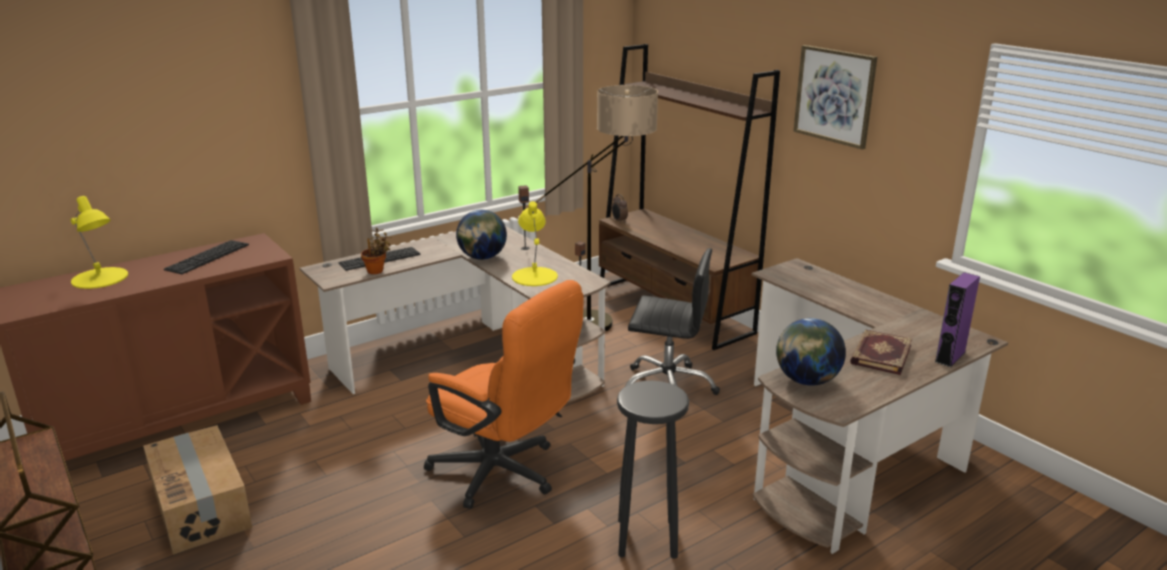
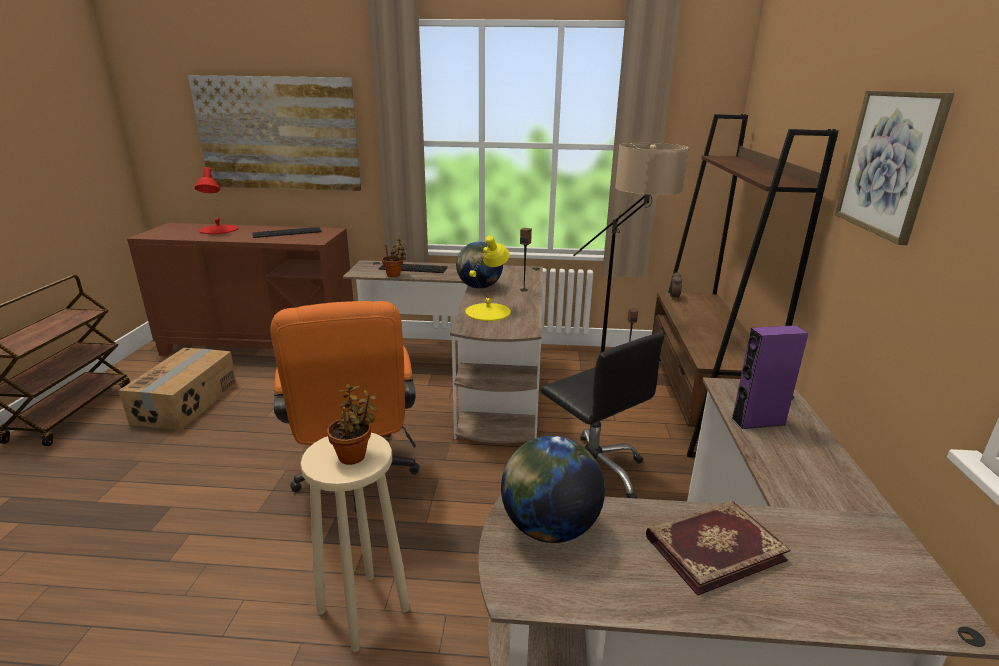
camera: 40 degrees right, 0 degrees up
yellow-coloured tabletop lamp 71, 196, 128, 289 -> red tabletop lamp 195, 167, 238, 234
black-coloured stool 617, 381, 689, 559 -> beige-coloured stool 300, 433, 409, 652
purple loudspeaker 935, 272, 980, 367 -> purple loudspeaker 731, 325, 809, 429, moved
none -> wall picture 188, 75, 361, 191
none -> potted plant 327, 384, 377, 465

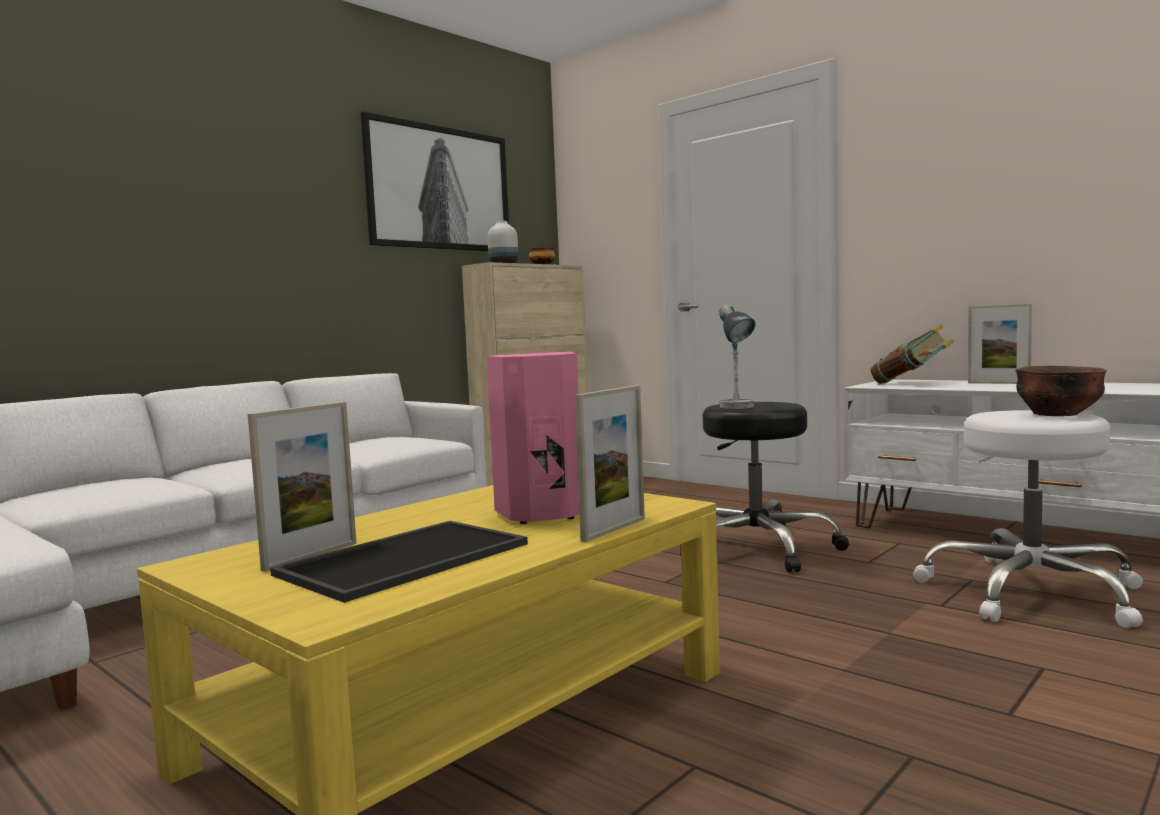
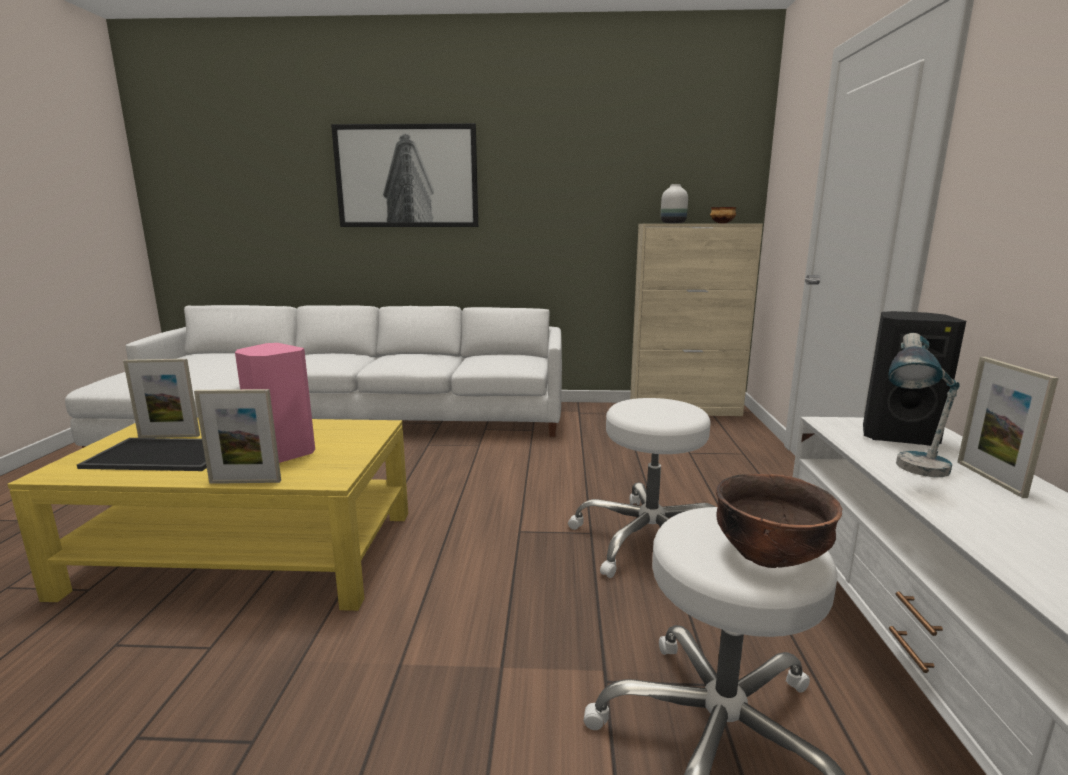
camera: 50 degrees right, 10 degrees up
wall picture 360, 111, 509, 251 -> wall picture 331, 123, 478, 227, moved
black-coloured stool 703, 402, 849, 572 -> whitish stool 568, 398, 715, 578
tabletop lamp 719, 305, 756, 409 -> tabletop lamp 889, 333, 959, 477, moved
bound book 870, 324, 953, 384 -> black-coloured loudspeaker 863, 311, 966, 446

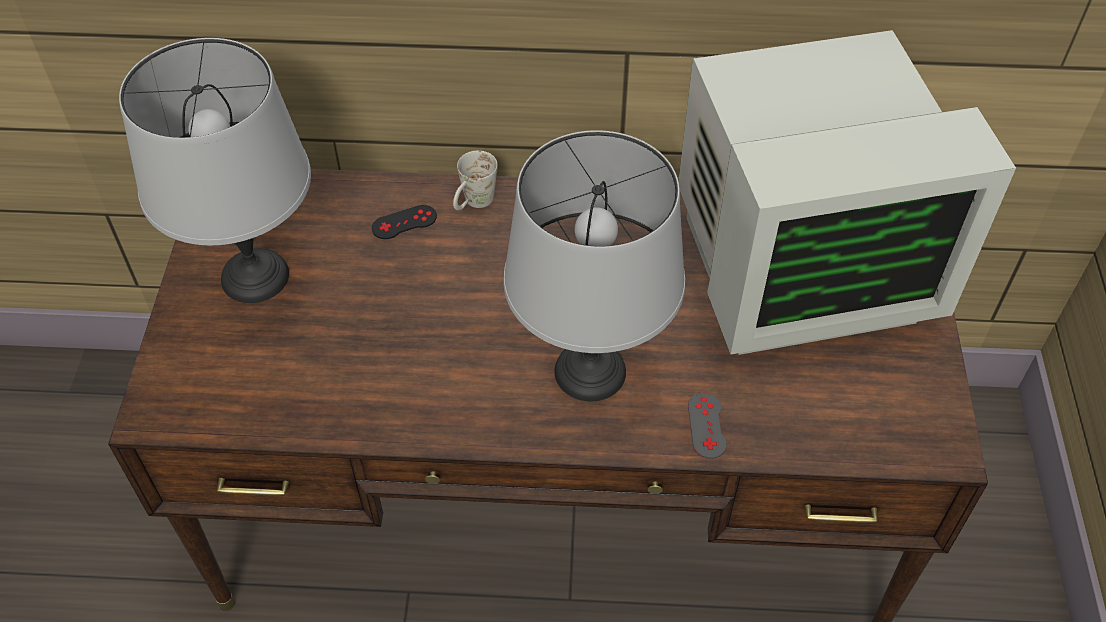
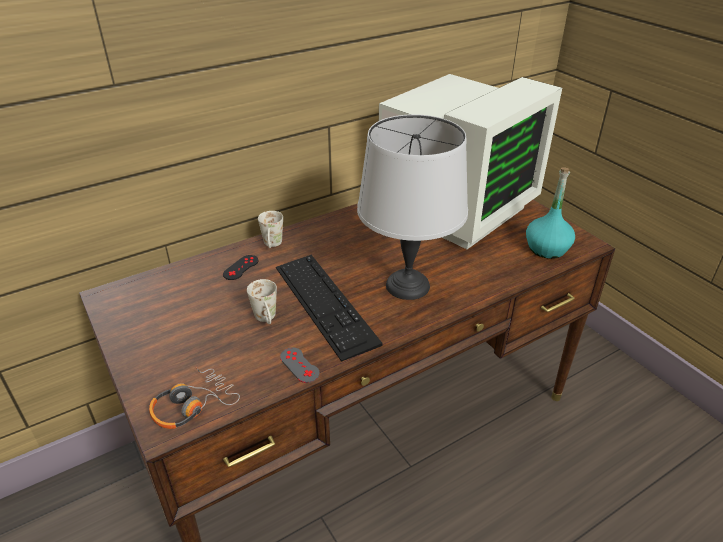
camera: 35 degrees left, 15 degrees down
gray tabletop lamp 119, 38, 311, 303 -> none
gray game controller 688, 393, 727, 459 -> gray game controller 280, 348, 320, 383, moved
none -> headphones 149, 367, 240, 429
none -> whitish coffee mug 247, 279, 277, 324
none -> computer keyboard 276, 255, 382, 362
none -> blue-green beverage bottle 526, 167, 575, 259

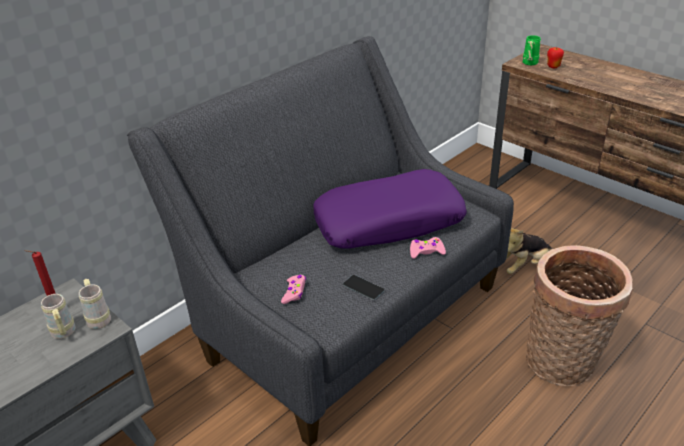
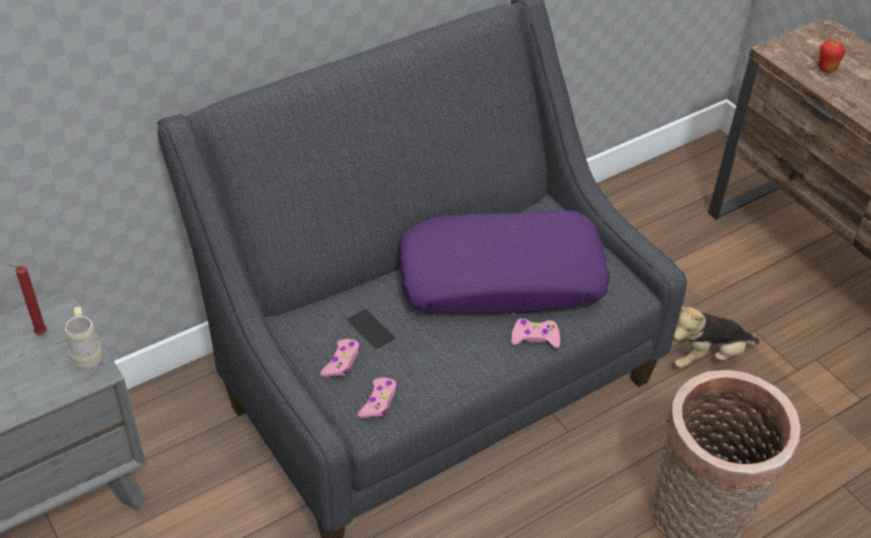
camera: 10 degrees right, 10 degrees up
beige-coloured coffee mug 41, 294, 76, 339 -> none
handset 343, 275, 384, 300 -> handset 347, 309, 396, 350, moved
greenish coffee mug 523, 35, 541, 65 -> none
none -> pink-coloured game controller 358, 378, 398, 419

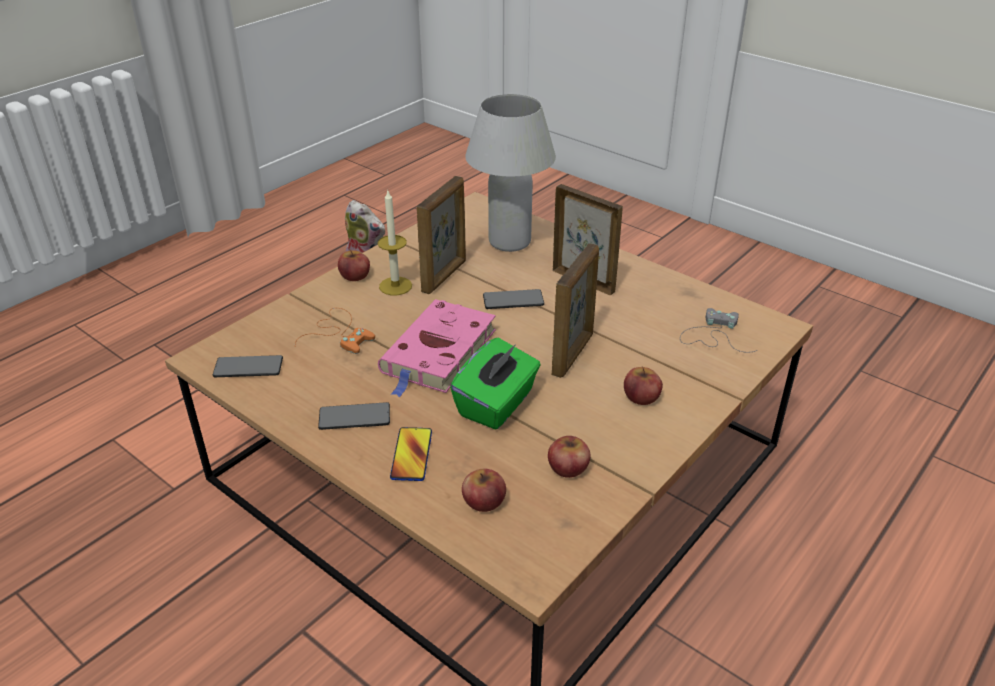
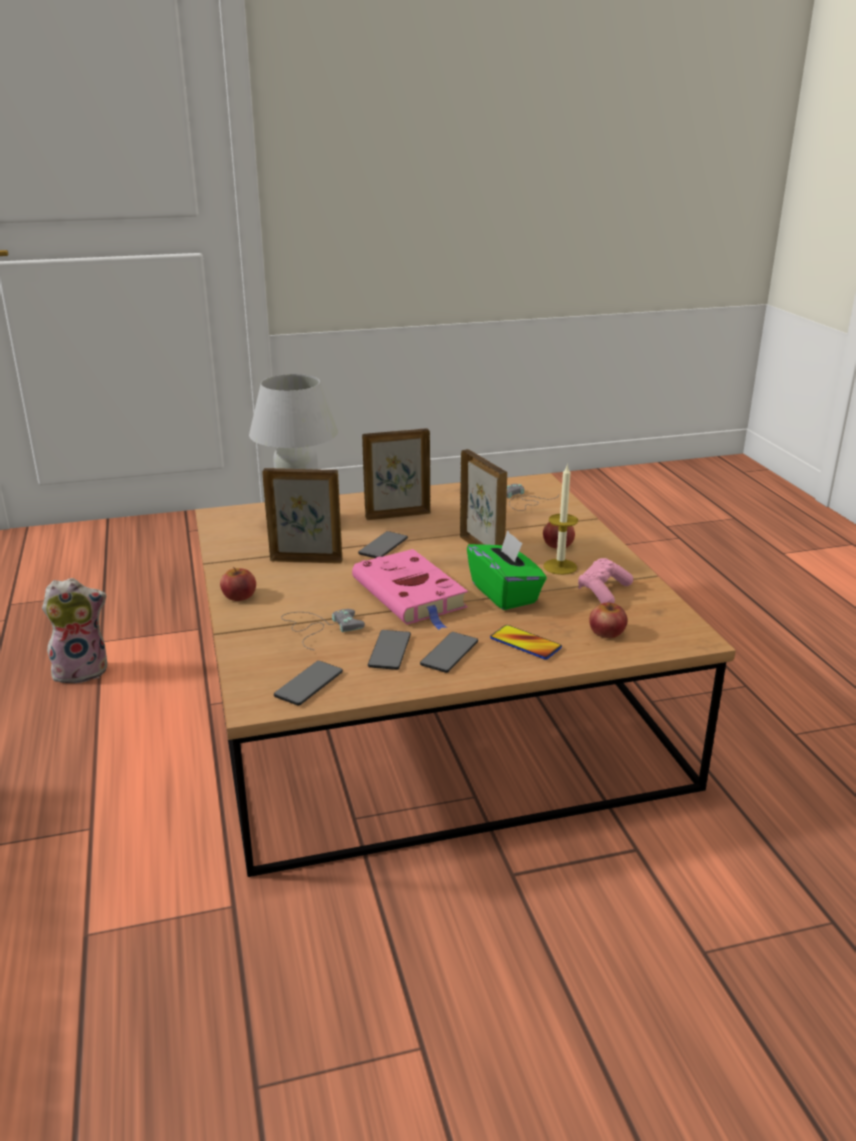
camera: 55 degrees left, 10 degrees down
orange-coloured game controller 295, 308, 375, 354 -> gray game controller 281, 609, 365, 650
wax candle 378, 189, 412, 295 -> wax candle 543, 464, 578, 575, moved
photo frame 417, 176, 466, 294 -> photo frame 262, 468, 342, 564, 60 degrees counterclockwise
apple 548, 436, 590, 478 -> pink-coloured game controller 578, 558, 633, 604
none -> handset 368, 630, 411, 670

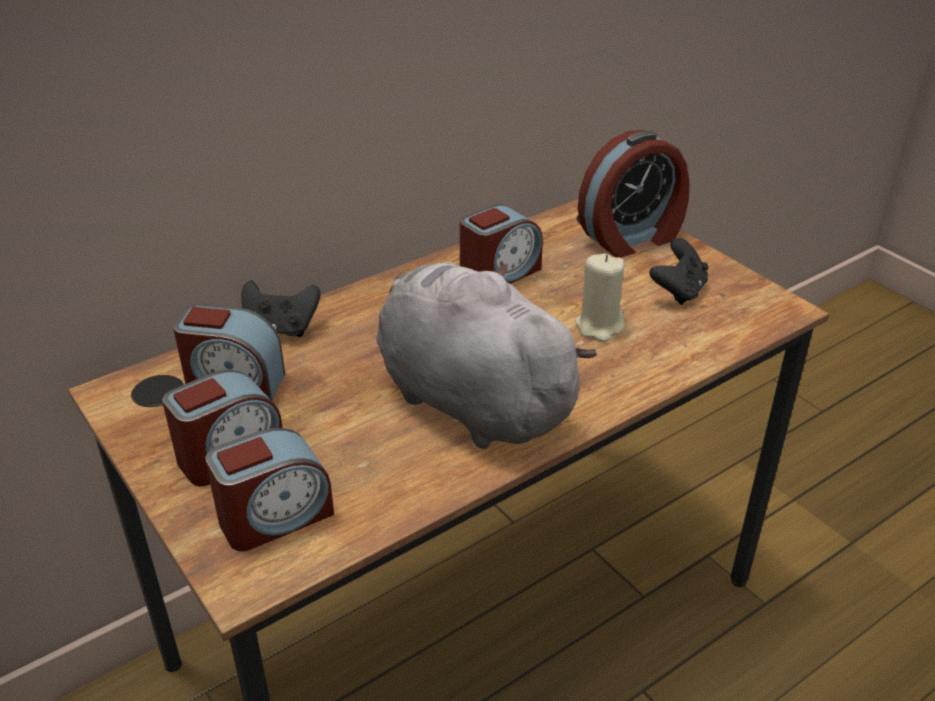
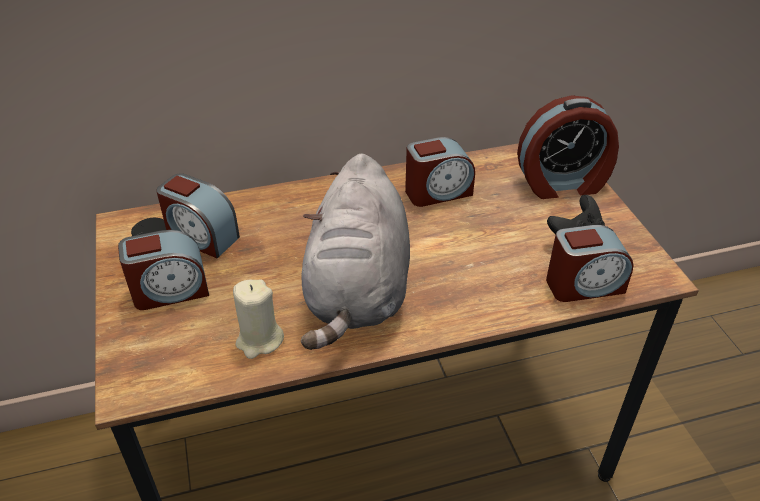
camera: 20 degrees right, 5 degrees up
table clock 205, 428, 334, 551 -> table clock 546, 225, 634, 302, moved
black-coloured game controller 241, 280, 321, 337 -> none
gray soft toy 376, 262, 597, 449 -> gray soft toy 301, 154, 410, 350, 150 degrees counterclockwise
beige-coloured wax candle 575, 253, 625, 342 -> beige-coloured wax candle 233, 280, 284, 359, moved

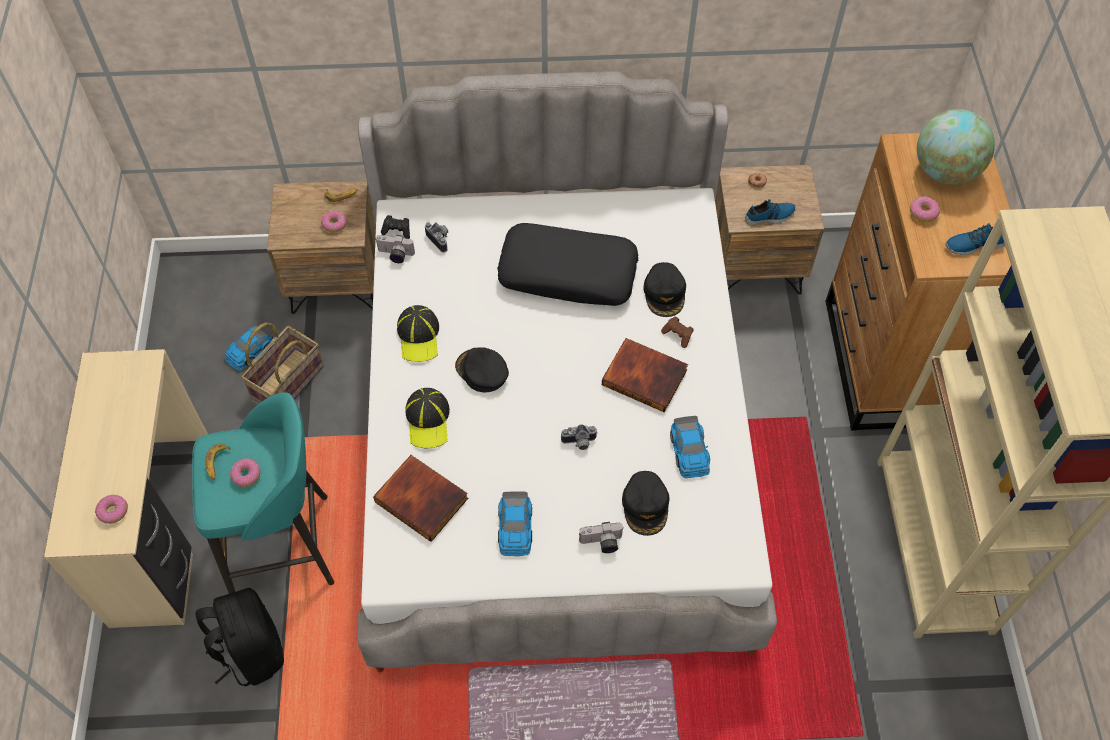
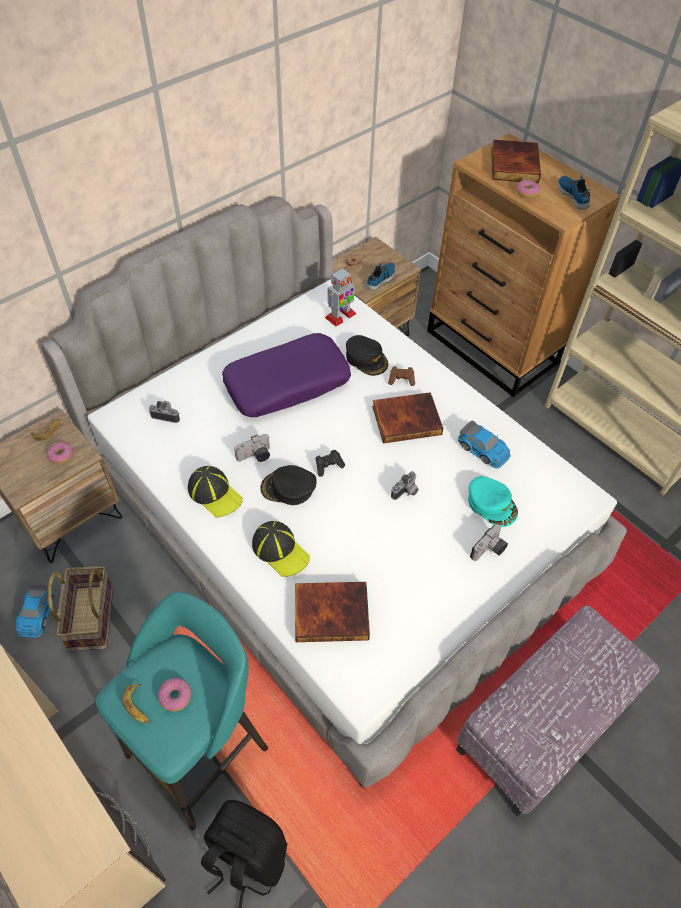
camera: 40 degrees left, 5 degrees down
donut 95, 495, 128, 524 -> none
photo camera 376, 235, 415, 263 -> photo camera 234, 434, 270, 462, moved
black-coloured game controller 381, 215, 410, 239 -> black-coloured game controller 315, 450, 345, 477, moved
black-coloured cushion 497, 223, 638, 306 -> purple cushion 222, 333, 351, 417
toy car 498, 491, 532, 556 -> none
black-coloured peaked cap 622, 471, 670, 536 -> blue-green peaked cap 468, 476, 518, 527
globe 917, 109, 995, 185 -> bound book 491, 140, 541, 183
low shoe 946, 223, 1005, 255 -> low shoe 558, 175, 590, 209, 120 degrees clockwise
none -> model robot 325, 267, 356, 326

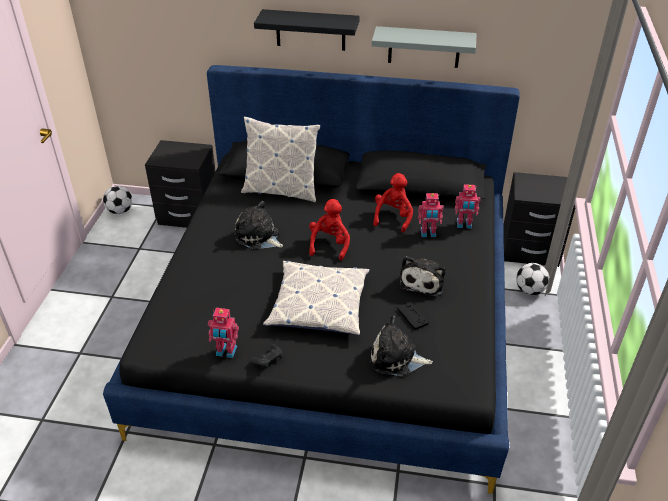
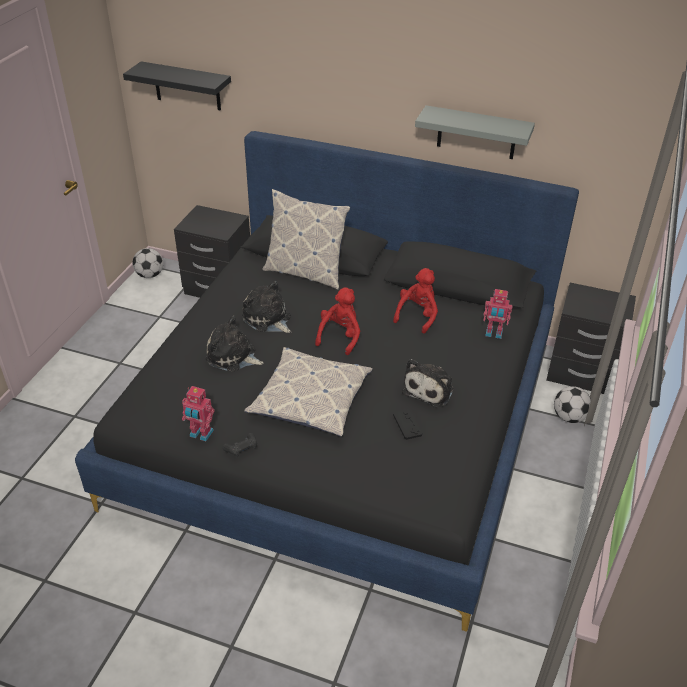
camera: 10 degrees right, 0 degrees up
black-coloured wall shelf 254, 9, 360, 51 -> black-coloured wall shelf 123, 61, 231, 111, moved
soft toy 370, 316, 433, 376 -> soft toy 205, 315, 263, 371, moved
model robot 418, 193, 444, 237 -> none

